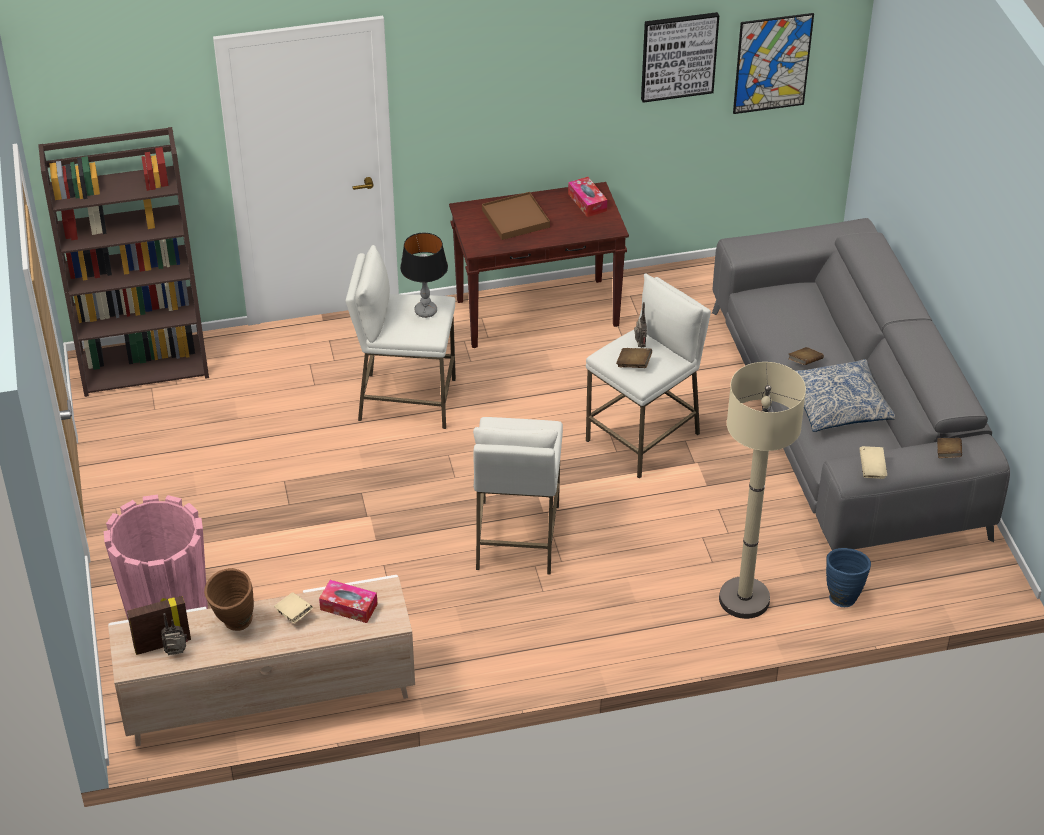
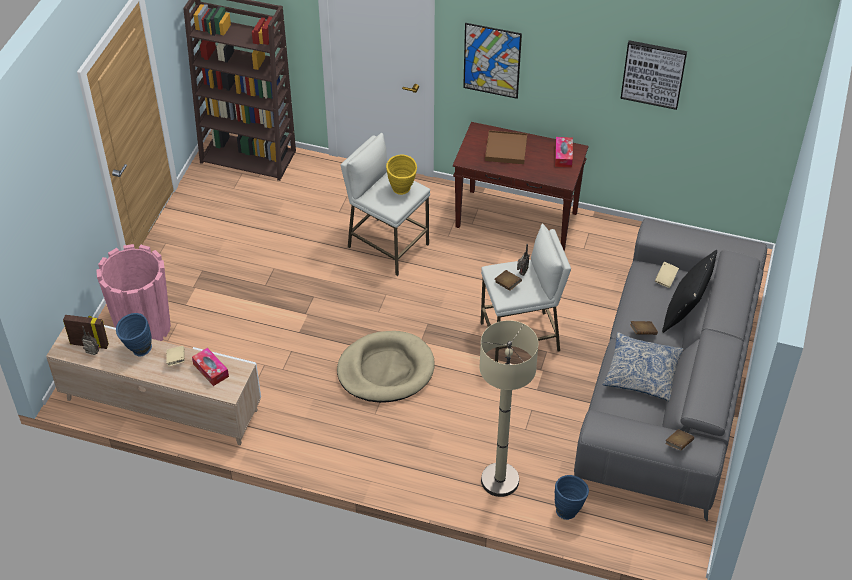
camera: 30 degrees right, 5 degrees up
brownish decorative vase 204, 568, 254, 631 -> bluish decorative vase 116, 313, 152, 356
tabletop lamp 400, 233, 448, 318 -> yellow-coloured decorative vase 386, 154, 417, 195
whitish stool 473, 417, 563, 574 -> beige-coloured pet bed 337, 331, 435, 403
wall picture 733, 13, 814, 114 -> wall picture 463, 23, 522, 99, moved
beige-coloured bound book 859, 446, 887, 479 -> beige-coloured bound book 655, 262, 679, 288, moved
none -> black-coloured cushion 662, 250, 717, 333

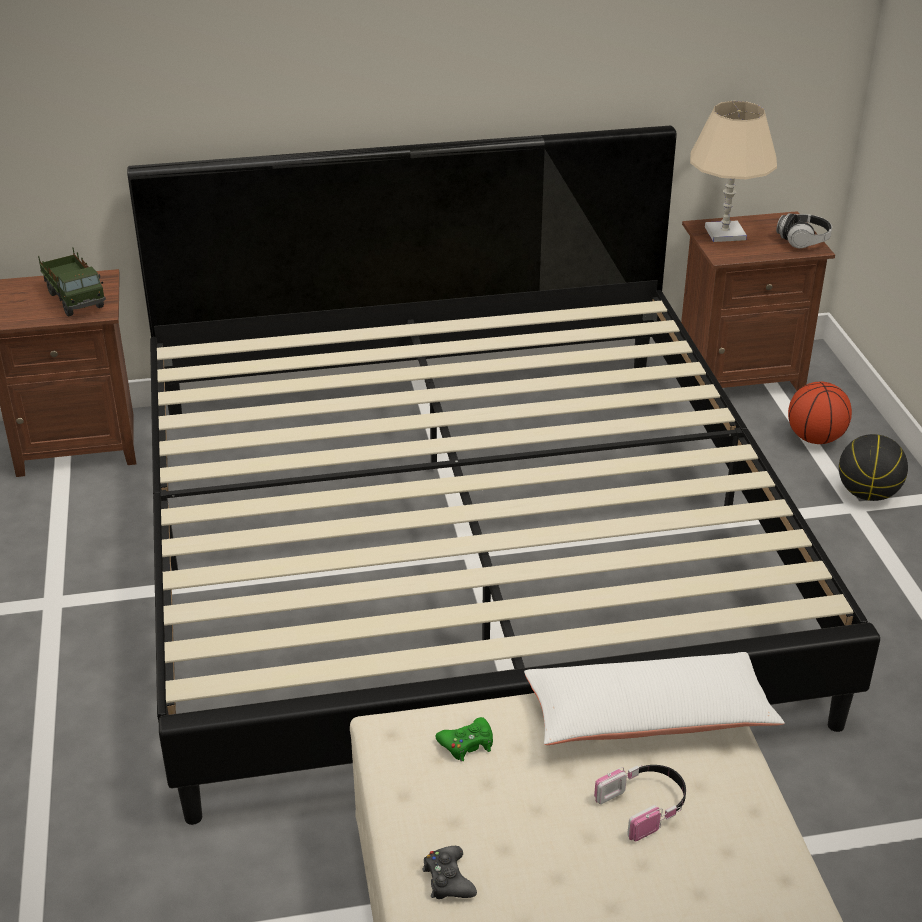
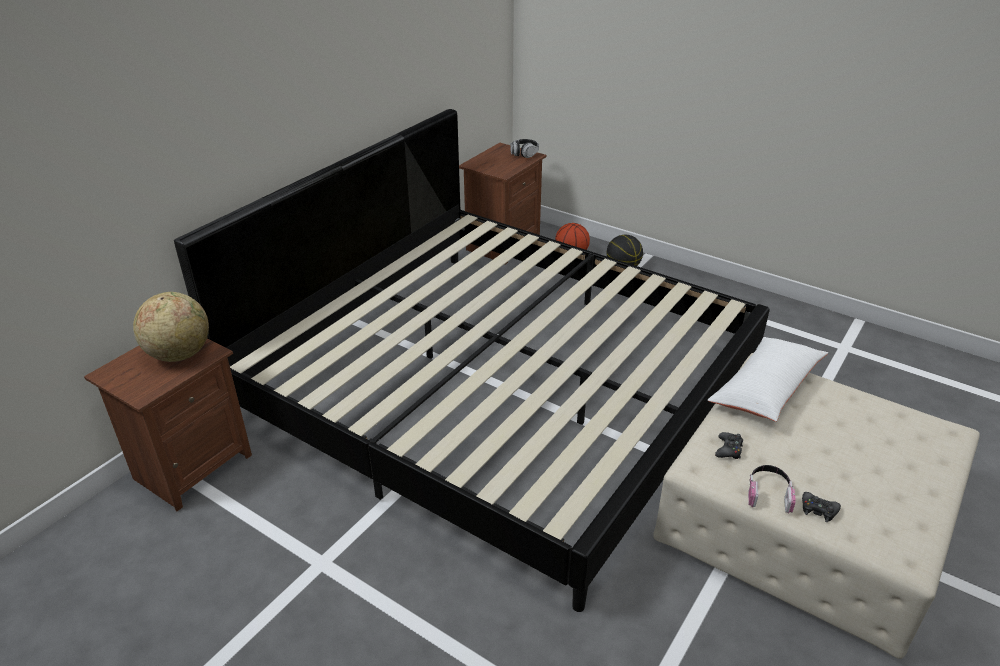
camera: 45 degrees left, 0 degrees up
model truck 38, 247, 106, 316 -> globe 133, 292, 209, 362
greenish game controller 436, 717, 493, 762 -> black-coloured game controller 715, 432, 743, 459
headphones 594, 765, 686, 842 -> headphones 748, 465, 796, 514, moved
beige-coloured tabletop lamp 690, 101, 777, 242 -> none

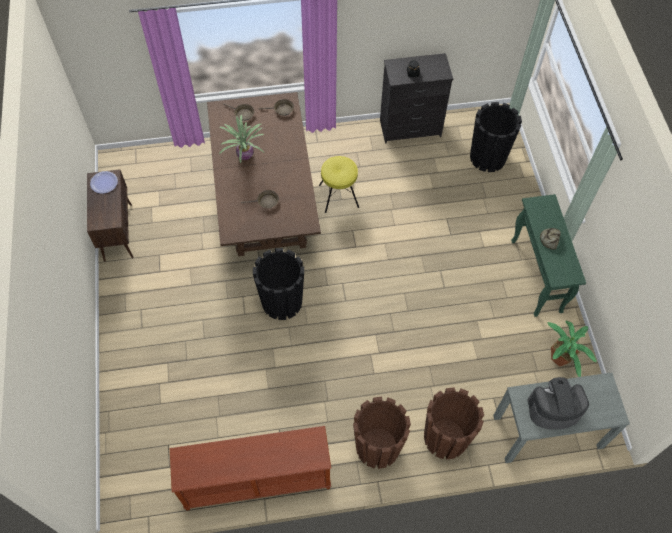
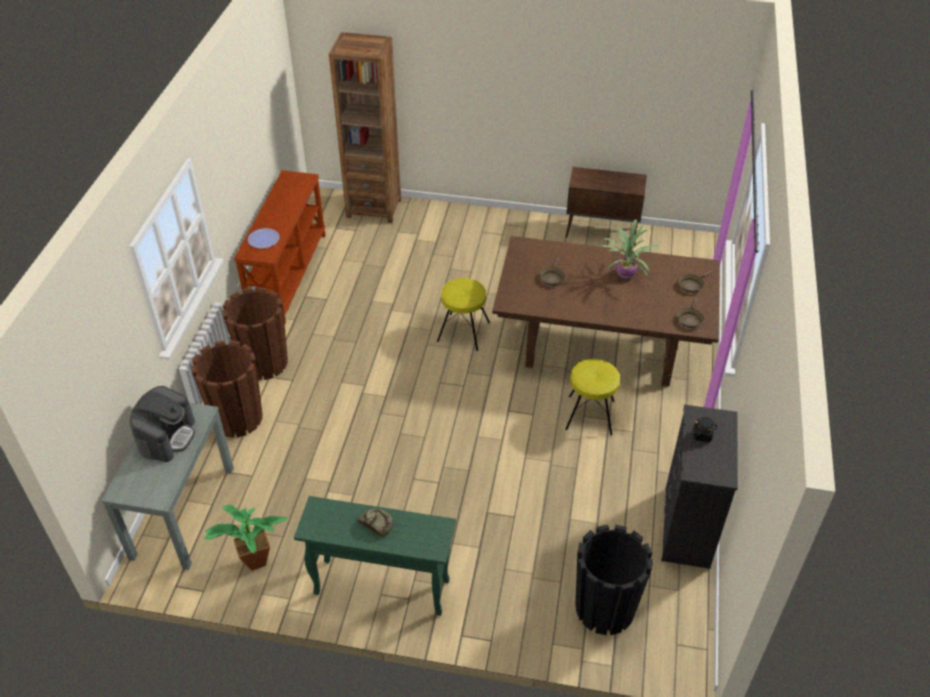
camera: 110 degrees right, 15 degrees down
dinner plate 90, 171, 118, 194 -> dinner plate 248, 228, 280, 249, moved
black-coloured plant pot 253, 248, 304, 320 -> yellow-coloured stool 437, 278, 490, 351
none -> brownish bookcase 329, 32, 401, 223

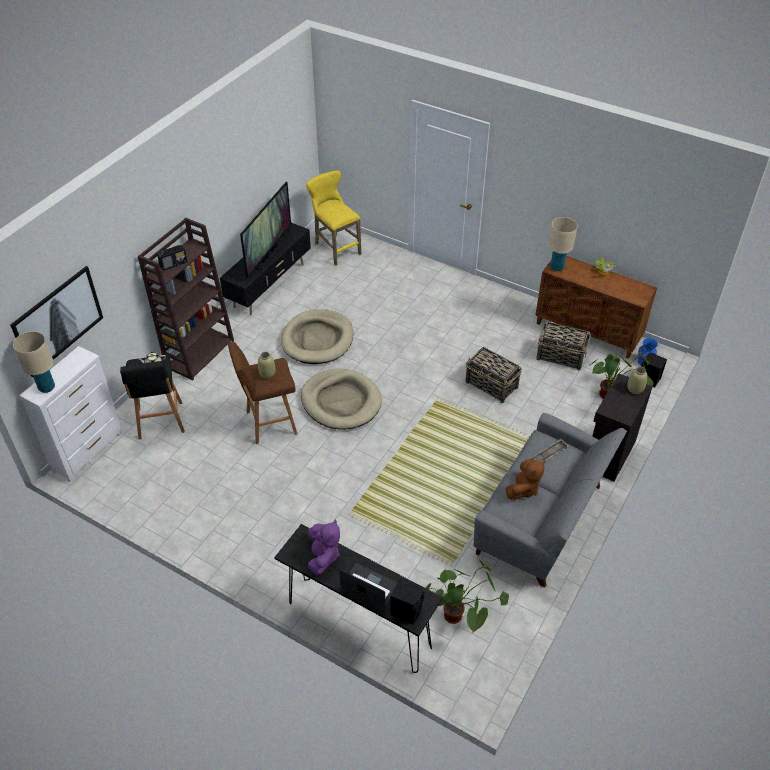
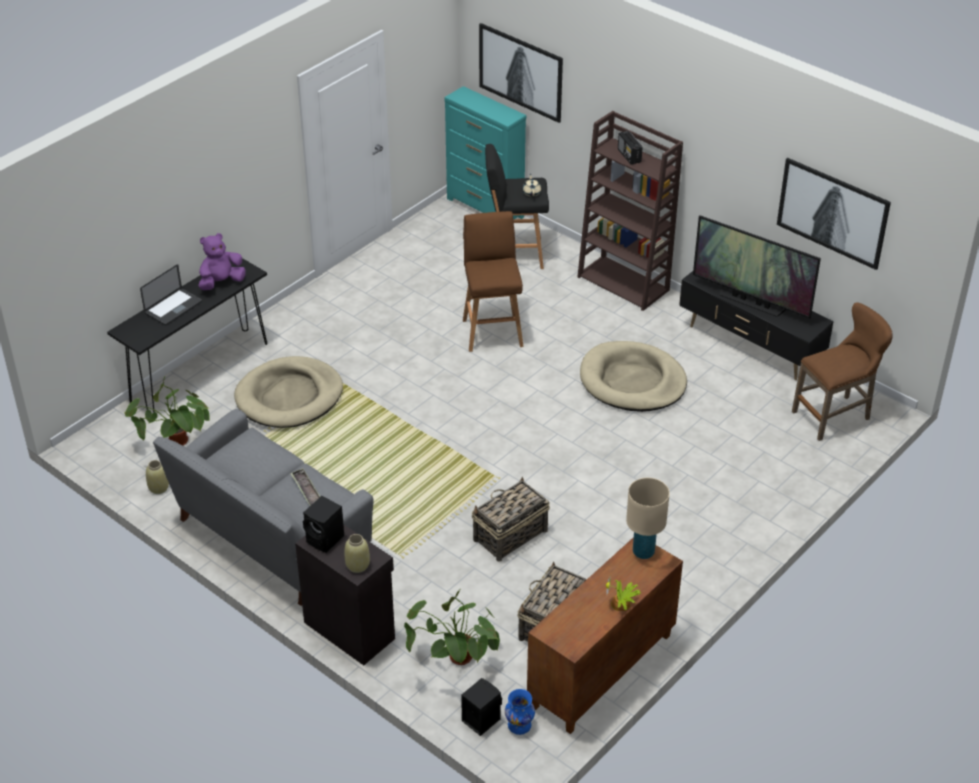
camera: 100 degrees right, 5 degrees down
beige-coloured tabletop lamp 13, 331, 55, 393 -> none
whitish dresser 19, 346, 123, 483 -> blue-green dresser 444, 86, 526, 219
beige-coloured decorative vase 258, 352, 276, 379 -> beige-coloured decorative vase 146, 460, 169, 494, moved
beige-coloured pet bed 301, 368, 382, 430 -> beige-coloured pet bed 234, 356, 343, 428, moved
yellow-coloured stool 306, 171, 361, 266 -> brownish stool 792, 302, 893, 441
purple soft toy 308, 519, 340, 575 -> purple soft toy 198, 233, 246, 290, 135 degrees clockwise
black-coloured loudspeaker 390, 578, 425, 624 -> black-coloured loudspeaker 303, 496, 344, 553, moved
brownish soft toy 506, 459, 545, 500 -> none
none -> wall picture 777, 158, 891, 270

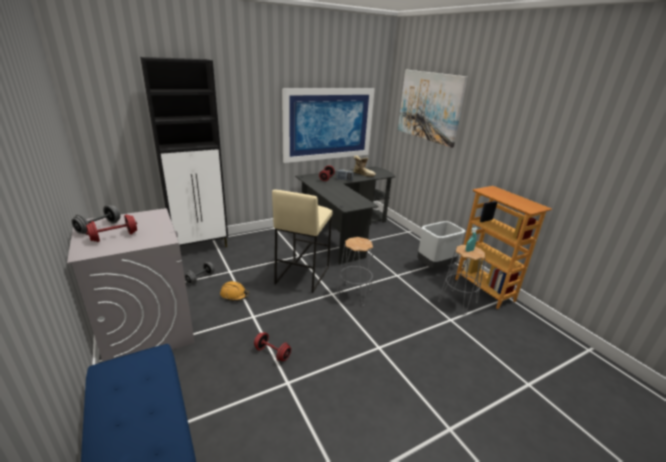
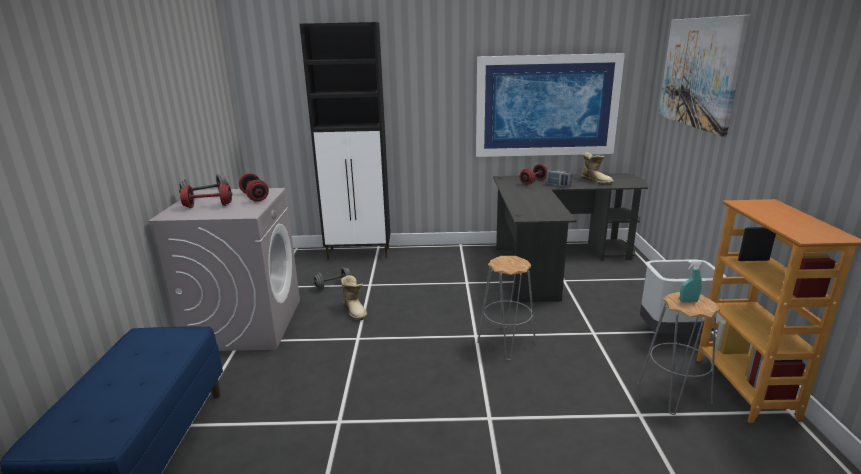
camera: 30 degrees right, 5 degrees down
orange-coloured hard hat 220, 281, 249, 301 -> boot 341, 275, 367, 321
red free weight 254, 332, 291, 361 -> red free weight 239, 173, 269, 202, moved
beige-coloured stool 272, 190, 333, 293 -> none

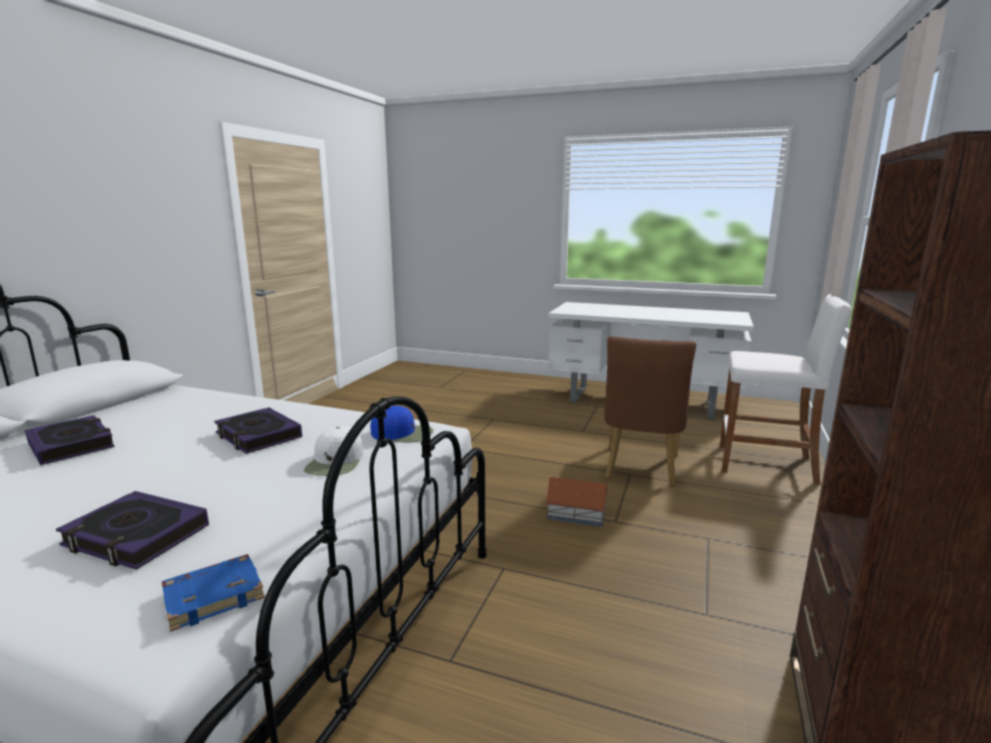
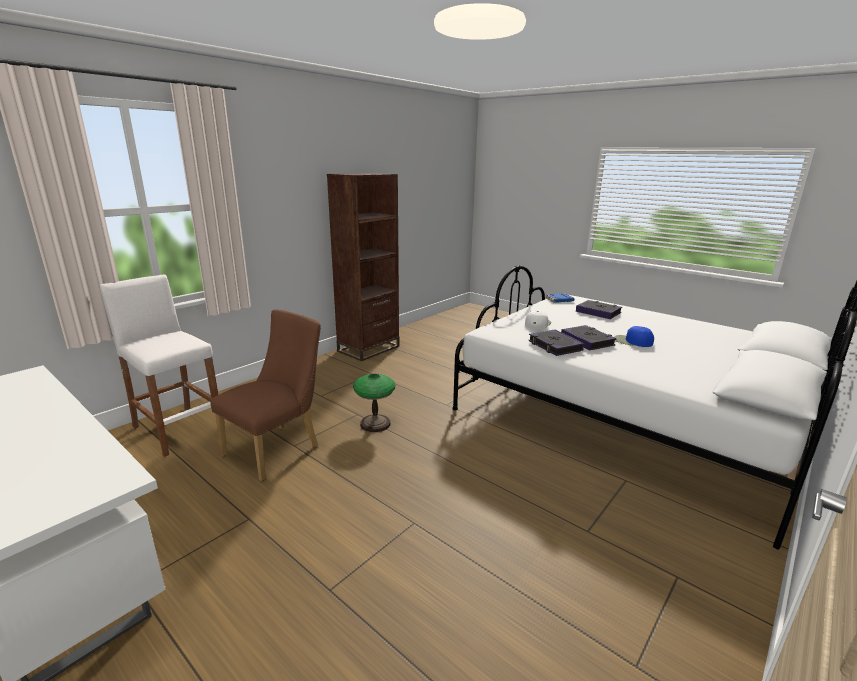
camera: 160 degrees left, 5 degrees up
bound book 25, 415, 115, 465 -> bound book 528, 329, 584, 356, moved
bluish peaked cap 370, 406, 433, 443 -> bluish peaked cap 614, 326, 654, 347, moved
model house 545, 477, 608, 527 -> tabletop lamp 353, 374, 395, 432

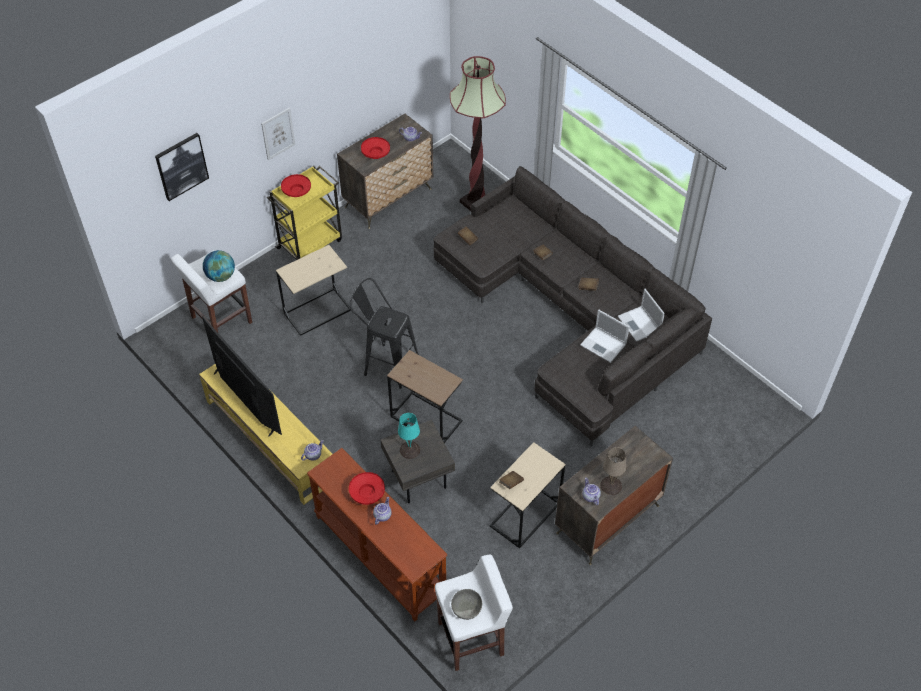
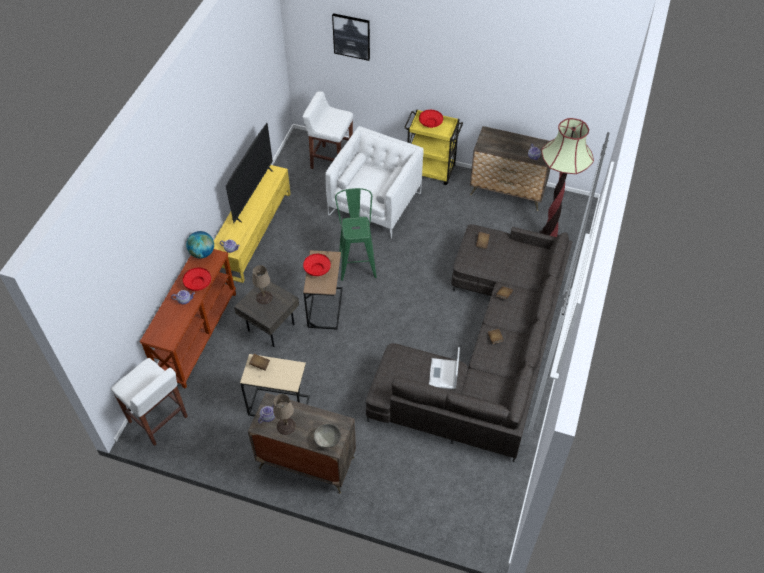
camera: 60 degrees right, 0 degrees up
globe 203, 250, 235, 282 -> globe 186, 231, 214, 259, moved
wall picture 261, 108, 295, 160 -> none
beige-coloured accent table 276, 245, 351, 336 -> whitish easy chair 325, 126, 423, 239
black-coloured stool 350, 278, 419, 389 -> greenish stool 335, 188, 377, 281
red serving bowl 361, 137, 390, 159 -> red serving bowl 303, 254, 331, 276, moved
blue-green tabletop lamp 398, 413, 420, 459 -> beige-coloured tabletop lamp 253, 265, 273, 304
gray serving bowl 451, 589, 482, 620 -> gray serving bowl 314, 424, 341, 448, moved
notebook computer 618, 289, 665, 342 -> none

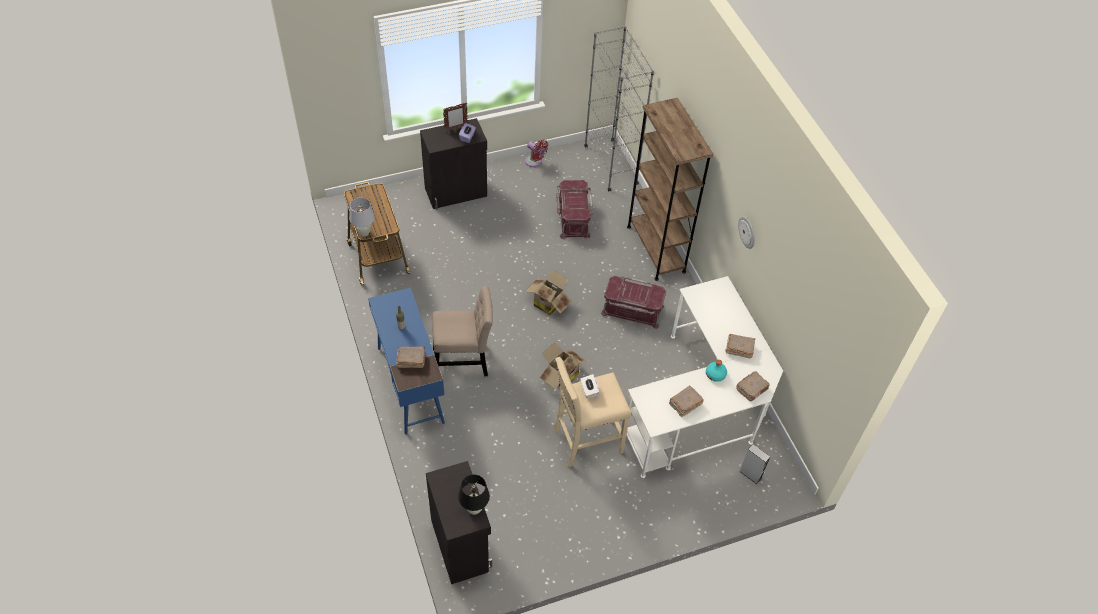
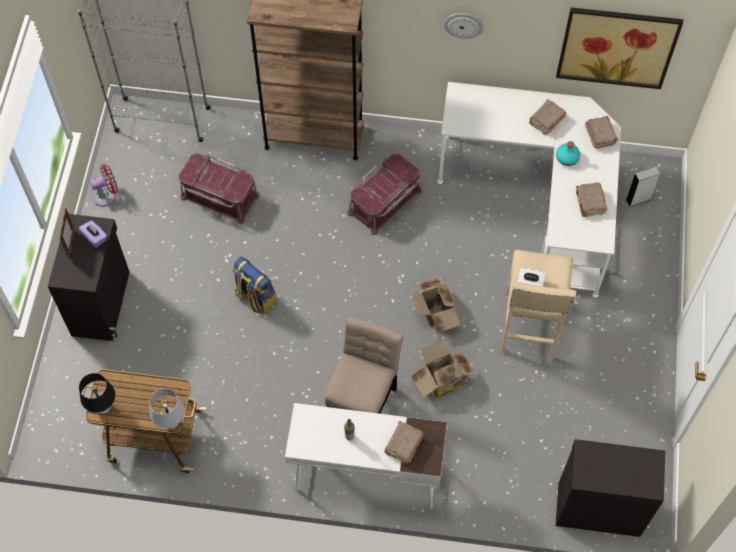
camera: 60 degrees left, 10 degrees up
bluish desk 368, 288, 445, 435 -> whitish desk 285, 403, 447, 509
black-coloured tabletop lamp 458, 475, 490, 515 -> black-coloured tabletop lamp 79, 373, 115, 414, moved
packing box 525, 270, 572, 315 -> packing box 411, 339, 475, 398, moved
none -> backpack 233, 257, 277, 314
none -> wall picture 556, 7, 683, 89

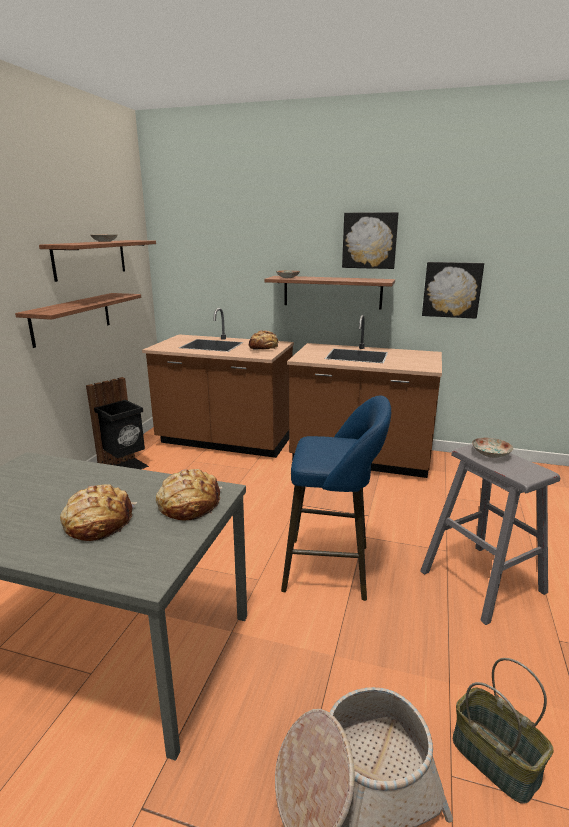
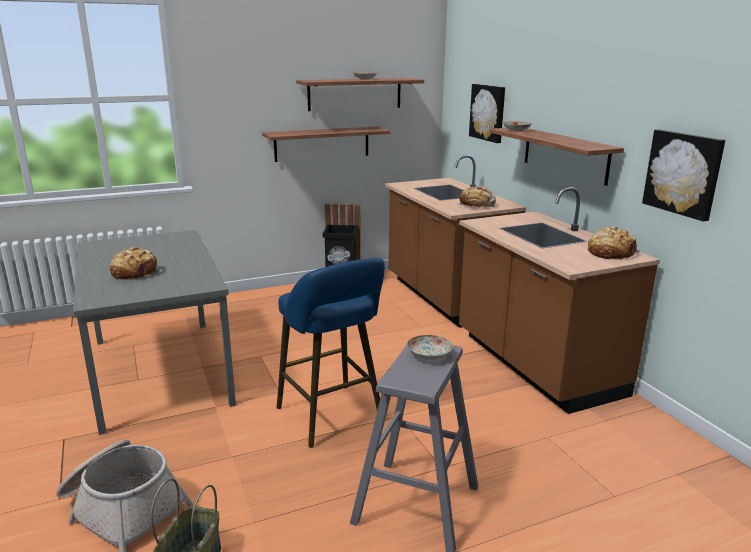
camera: 50 degrees right, 0 degrees up
baked bread 156, 469, 222, 521 -> baked bread 588, 226, 642, 260, moved
wall picture 342, 212, 399, 269 -> wall picture 469, 84, 505, 143, moved

